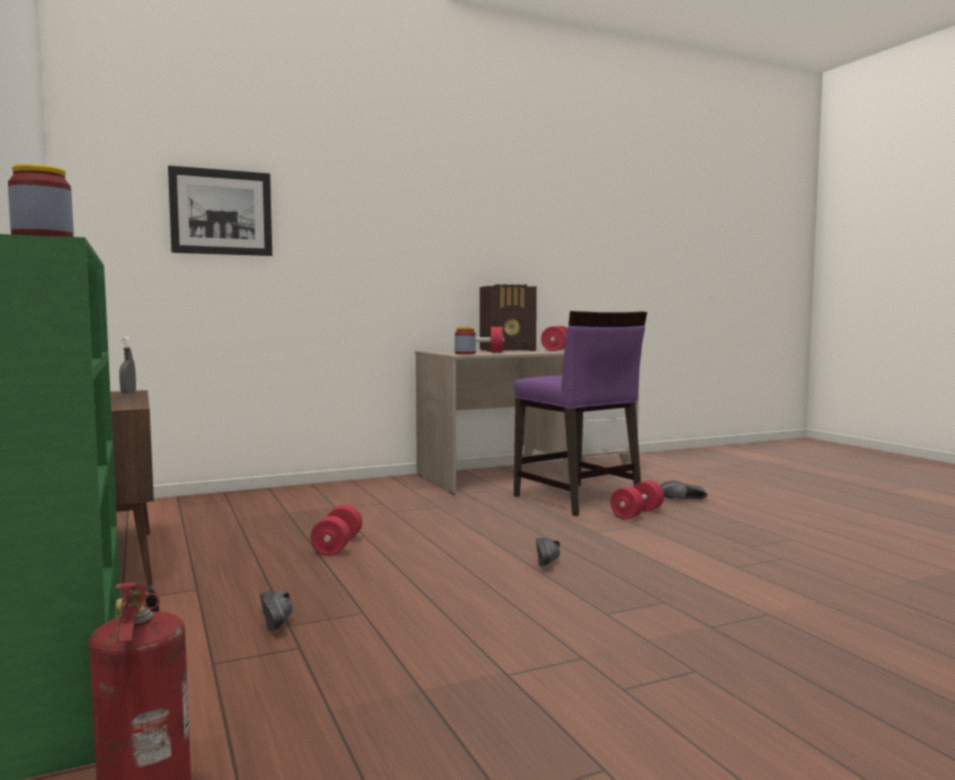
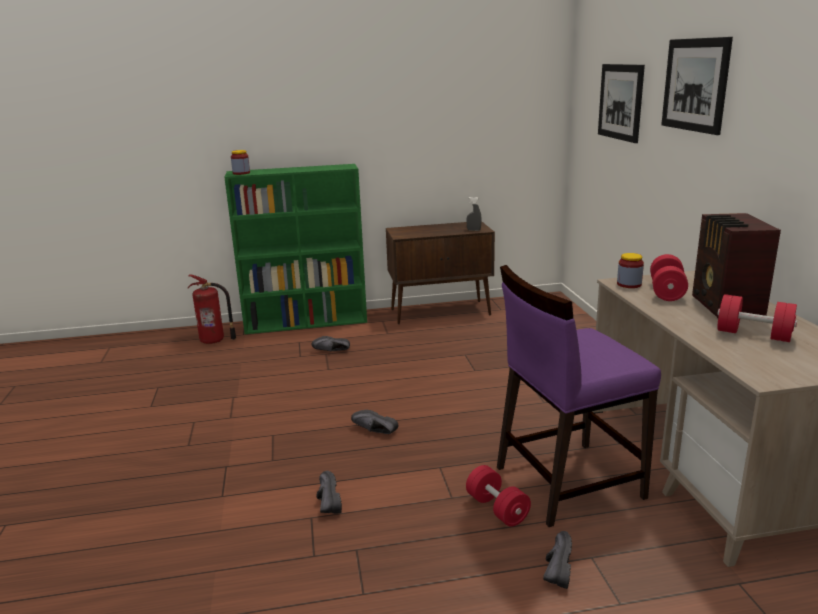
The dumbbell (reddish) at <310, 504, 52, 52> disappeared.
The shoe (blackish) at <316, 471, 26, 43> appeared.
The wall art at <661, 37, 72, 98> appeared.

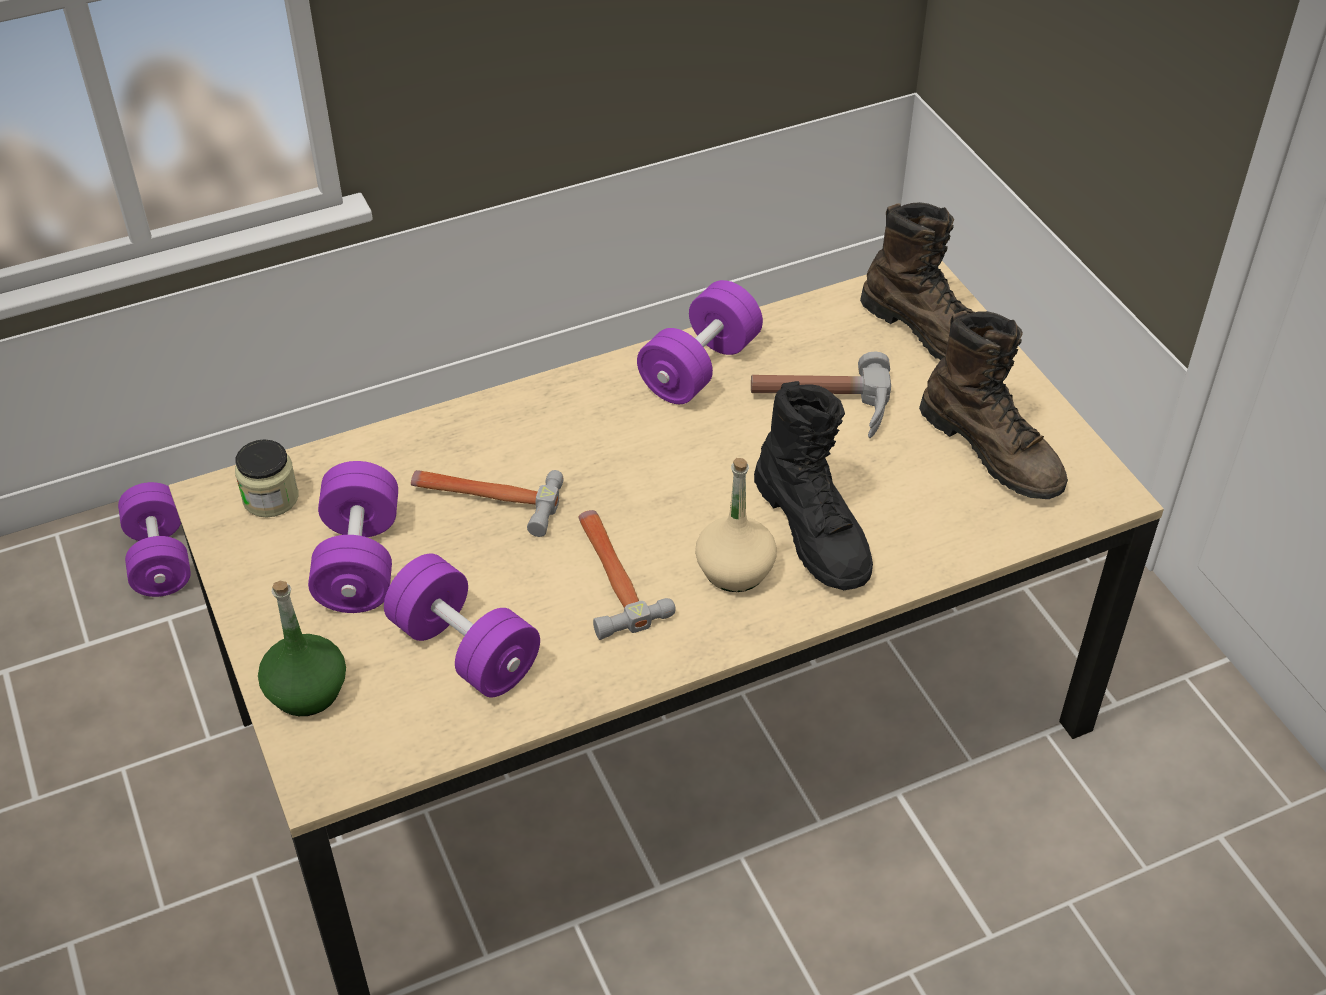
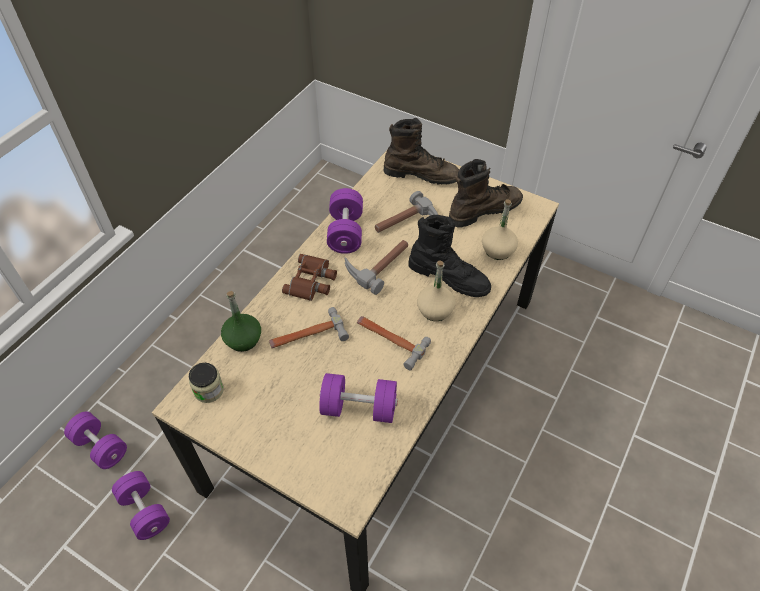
The binoculars (brownish) at <282, 254, 55, 47> appeared.
The hammer at <344, 240, 64, 55> appeared.
The bottle (beige) at <482, 199, 36, 61> appeared.
The bottle (greenish) moved from <258, 581, 88, 135> to <221, 291, 40, 61>.
The dumbbell (purple-coloured) moved from <308, 461, 90, 152> to <112, 471, 58, 69>.
The high-top boot (brownish) at <919, 311, 149, 188> turned 45 degrees counterclockwise.

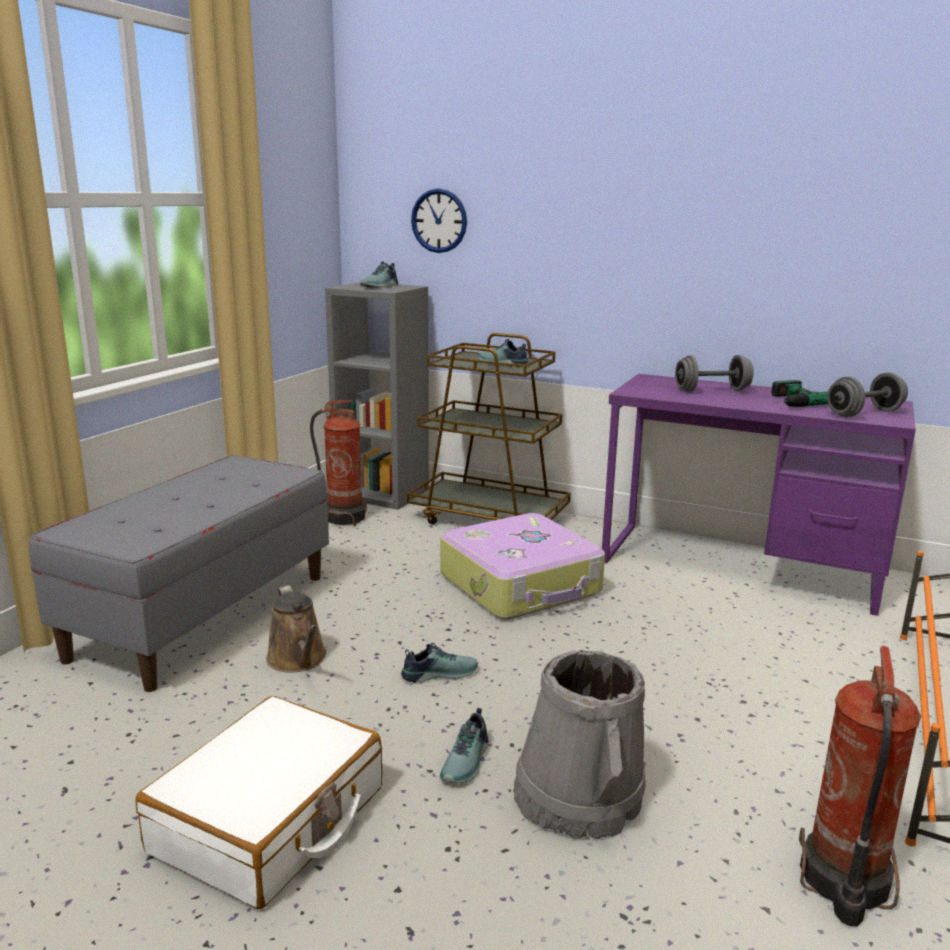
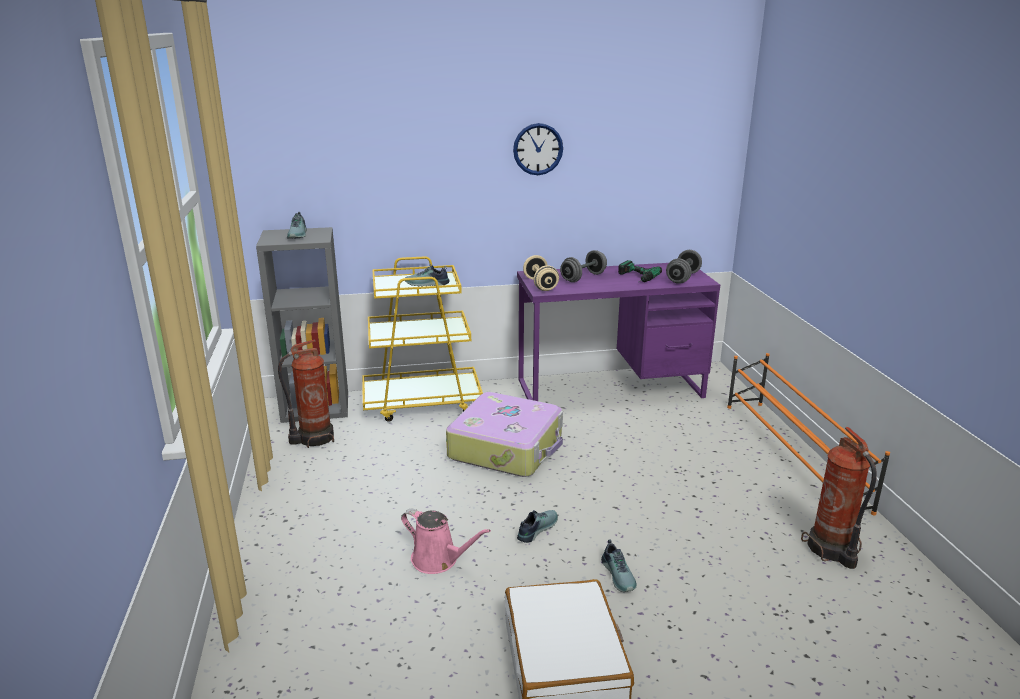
The indoor bench (greyish) at <29, 455, 300, 237> disappeared.
The pail (greyish) at <513, 650, 133, 189> disappeared.
The dumbbell (beige) at <523, 255, 36, 36> appeared.
The clock on the wall moved from <411, 189, 56, 64> to <513, 123, 50, 52>.
The watering pot (brownish) at <266, 585, 60, 88> became the watering pot (pink) at <401, 509, 90, 65>.
The cart (brownish) at <407, 333, 164, 192> became the cart (yellowish) at <362, 256, 121, 166>.

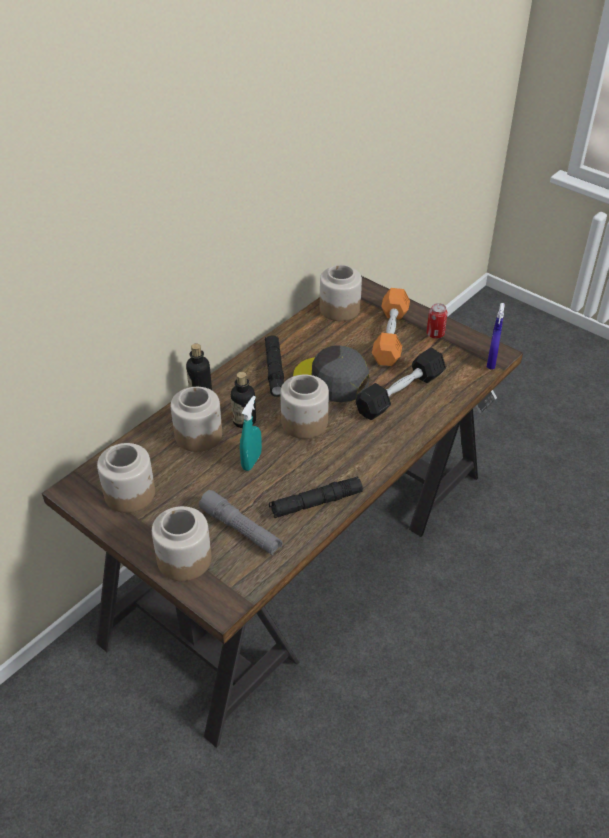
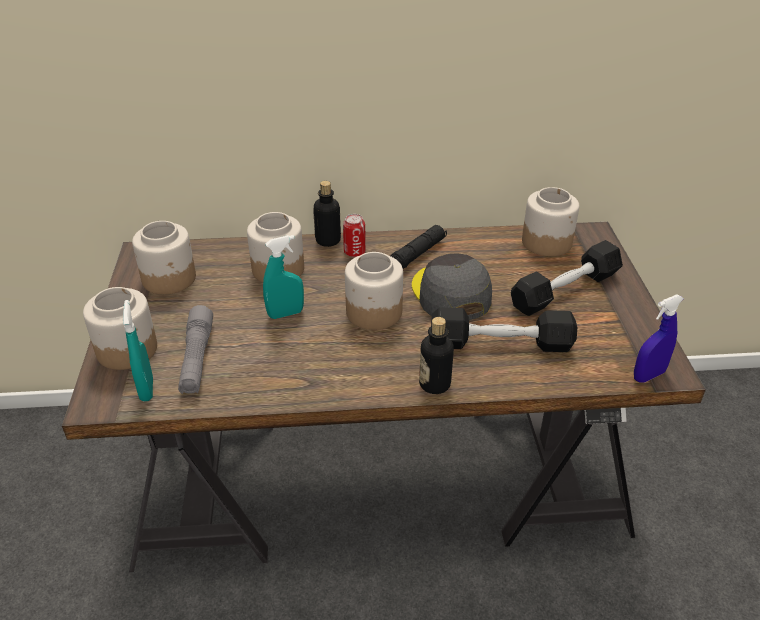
The hand torch (blackish) at <269, 477, 94, 41> disappeared.
The sprayer (turquoise) at <123, 300, 30, 101> appeared.
The bottle moved from <231, 372, 25, 56> to <419, 317, 35, 77>.
The metal can moved from <427, 303, 20, 36> to <343, 214, 23, 43>.
The dumbbell (orangey) at <372, 288, 38, 78> became the dumbbell (blackish) at <511, 240, 112, 76>.

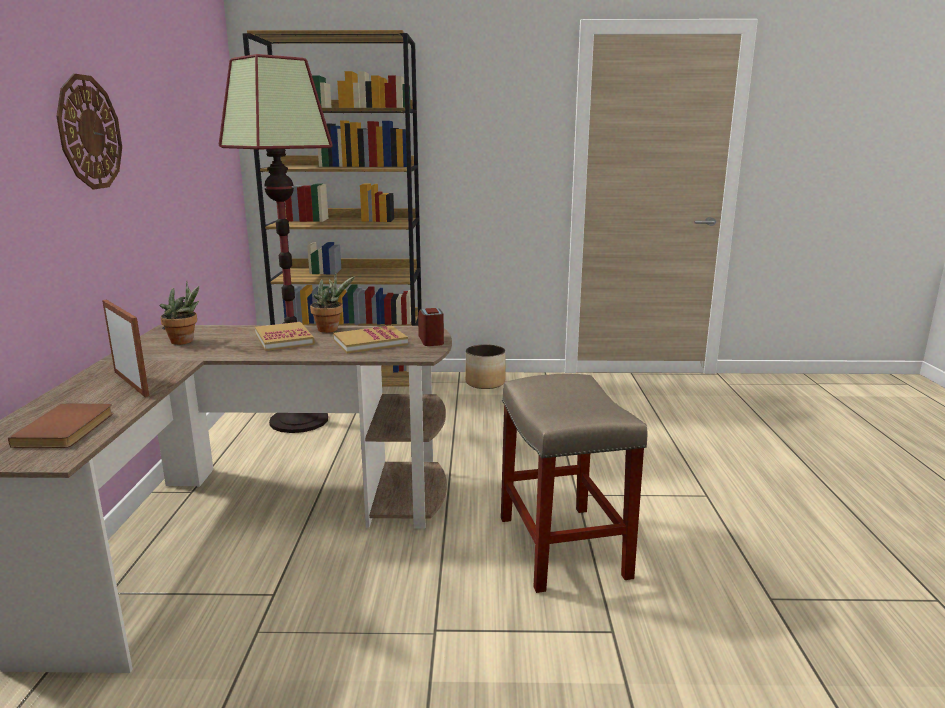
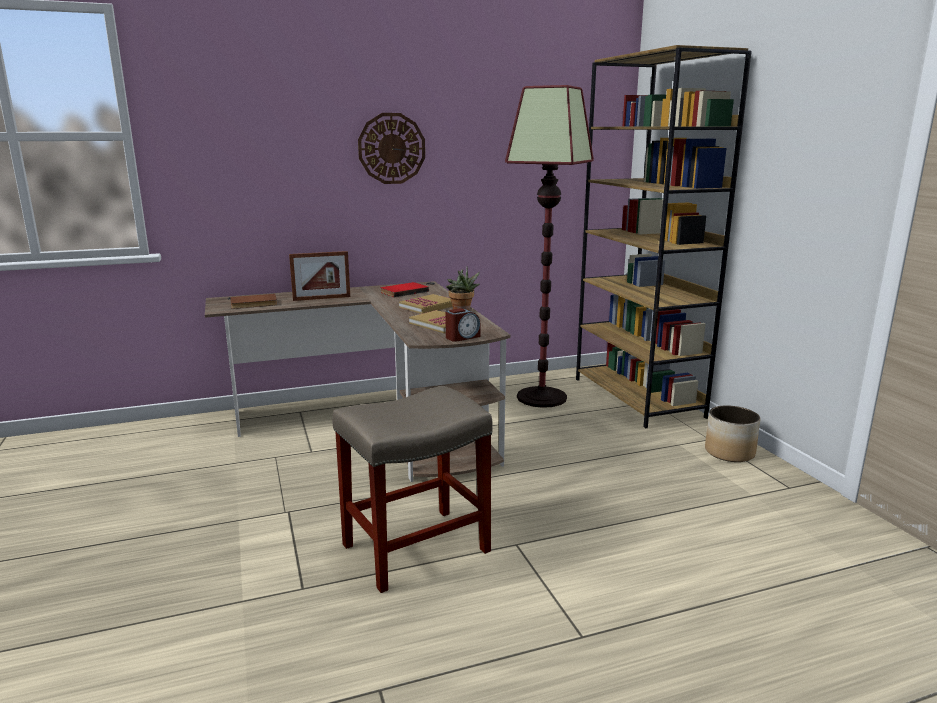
The plant in a pot at <159, 281, 40, 64> was replaced by the book (reddish) at <381, 282, 48, 15>.
The photo frame at <102, 300, 47, 97> turned 45 degrees clockwise.

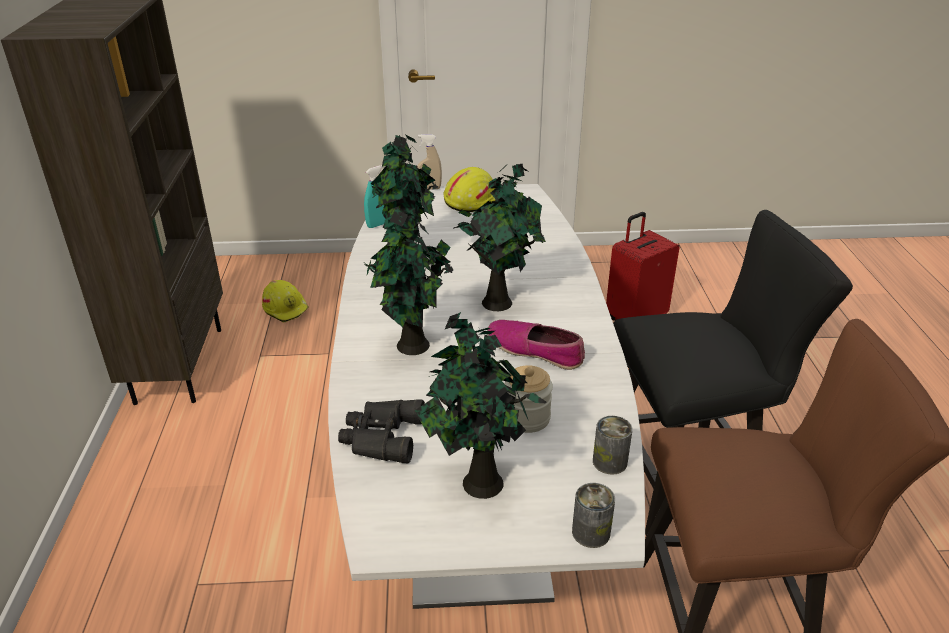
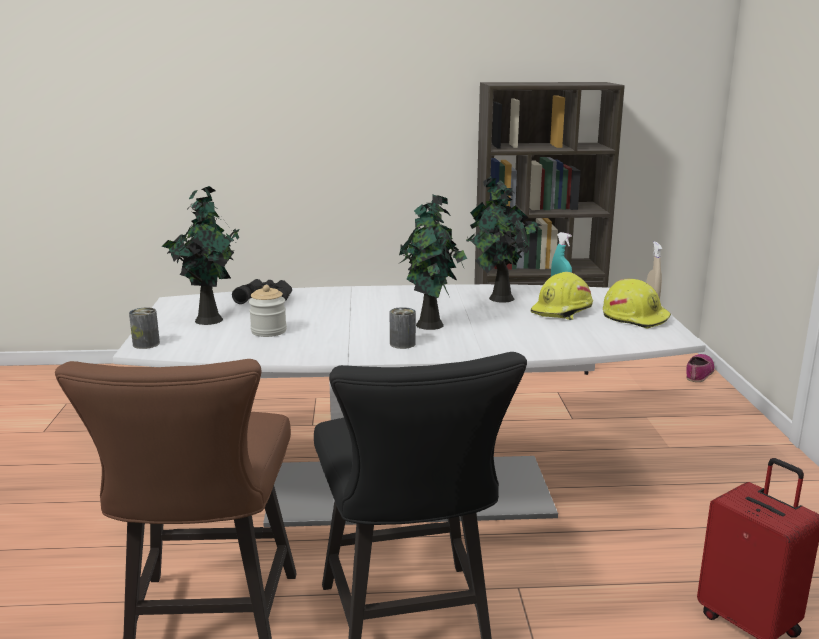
The plant in a pot at <365, 209, 88, 146> disappeared.
The hard hat (yellowish) moved from <262, 280, 47, 42> to <531, 272, 62, 48>.
The shoe moved from <487, 320, 98, 50> to <686, 354, 29, 28>.
The metal can moved from <593, 416, 39, 58> to <390, 307, 26, 42>.

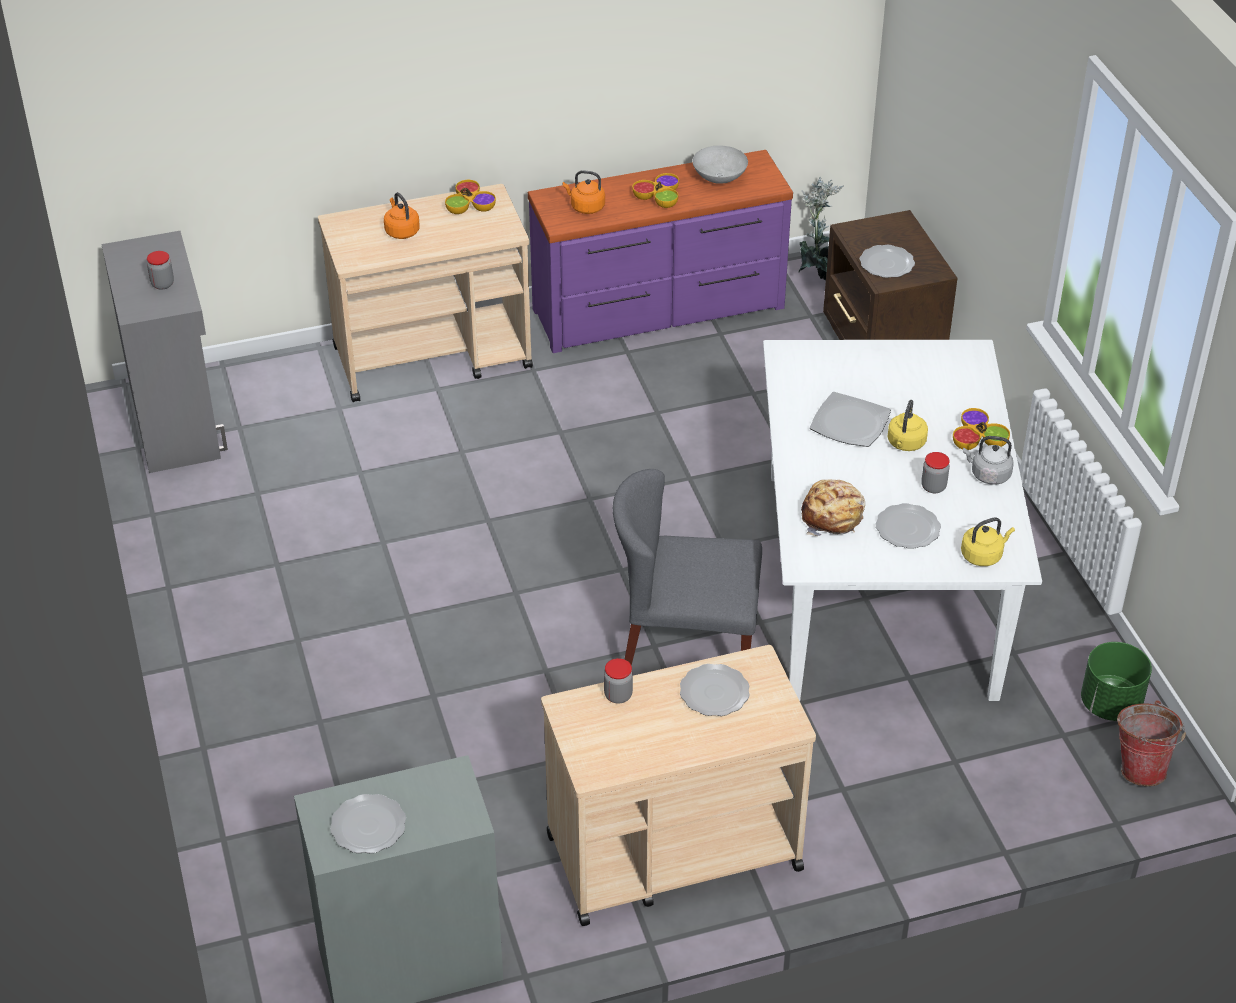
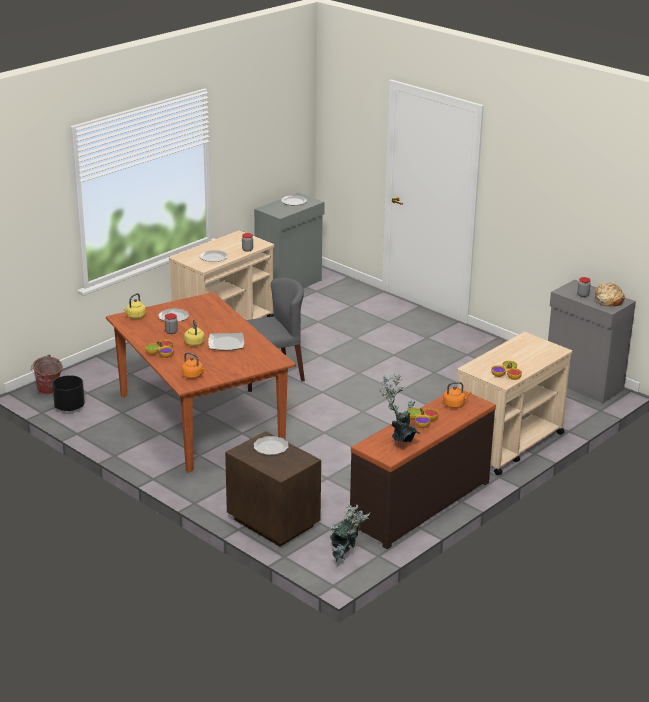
The tea kettle (greyish) at <963, 436, 51, 49> disappeared.
The tea kettle (orangey) moved from <384, 192, 36, 47> to <182, 352, 23, 27>.
The bakery bread moved from <801, 479, 64, 57> to <595, 282, 30, 24>.
The serving bowl (greyish) at <692, 146, 56, 38> was replaced by the plant in a pot at <379, 373, 41, 70>.
The chest of drawers (purple-coloured) at <528, 150, 265, 203> became the chest of drawers (brownish) at <350, 388, 146, 161>.
The kitchen table (white) at <763, 340, 279, 361> became the kitchen table (brownish) at <106, 292, 190, 181>.
The plant pot (greenish) at <1081, 642, 71, 79> became the plant pot (blackish) at <52, 375, 33, 36>.

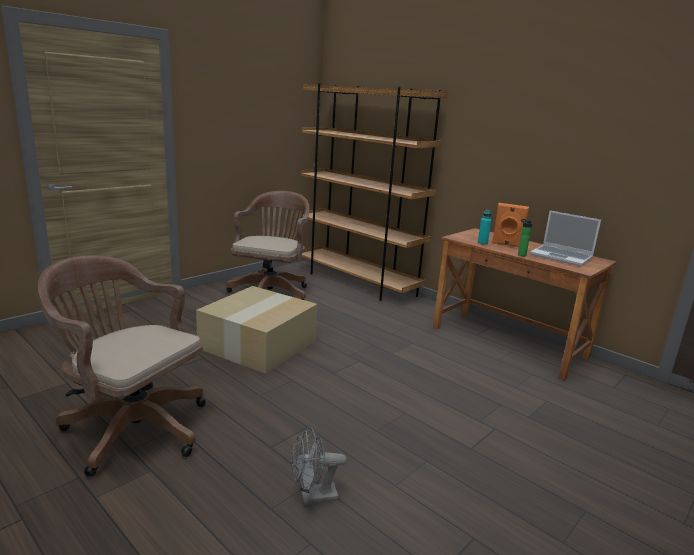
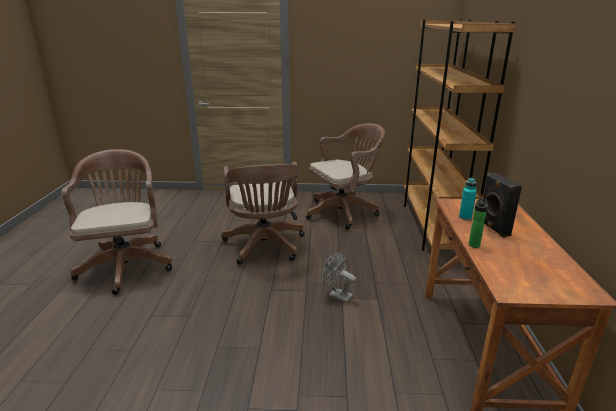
The portable computer at <530, 211, 71, 55> disappeared.
The electric fan (greyish) moved from <291, 427, 56, 78> to <321, 252, 35, 51>.
The packing box at <196, 286, 121, 88> was replaced by the computer chair (brownish) at <221, 162, 84, 103>.
The audio speaker (orangey) at <492, 203, 37, 45> became the audio speaker (blackish) at <483, 172, 39, 66>.

